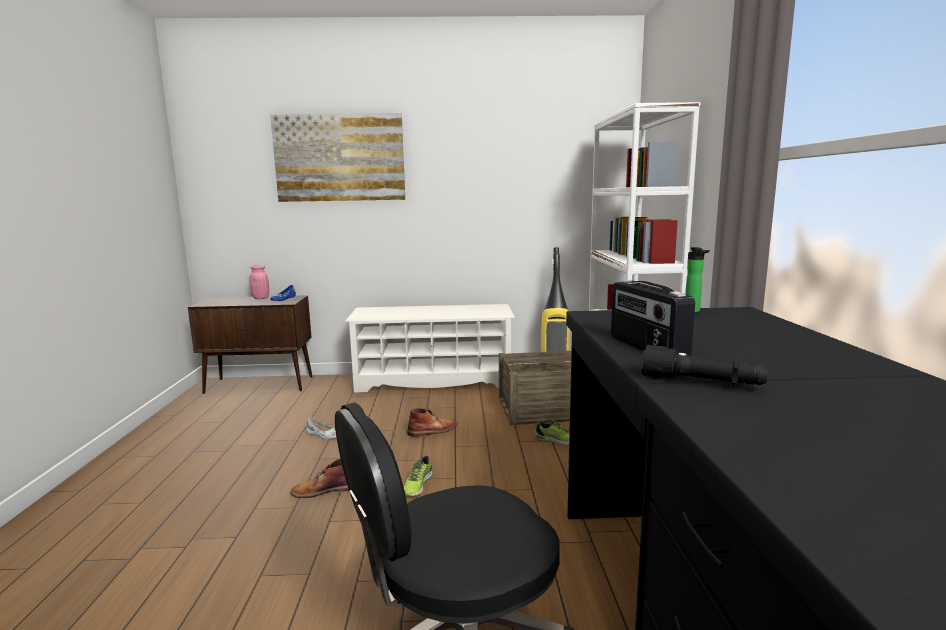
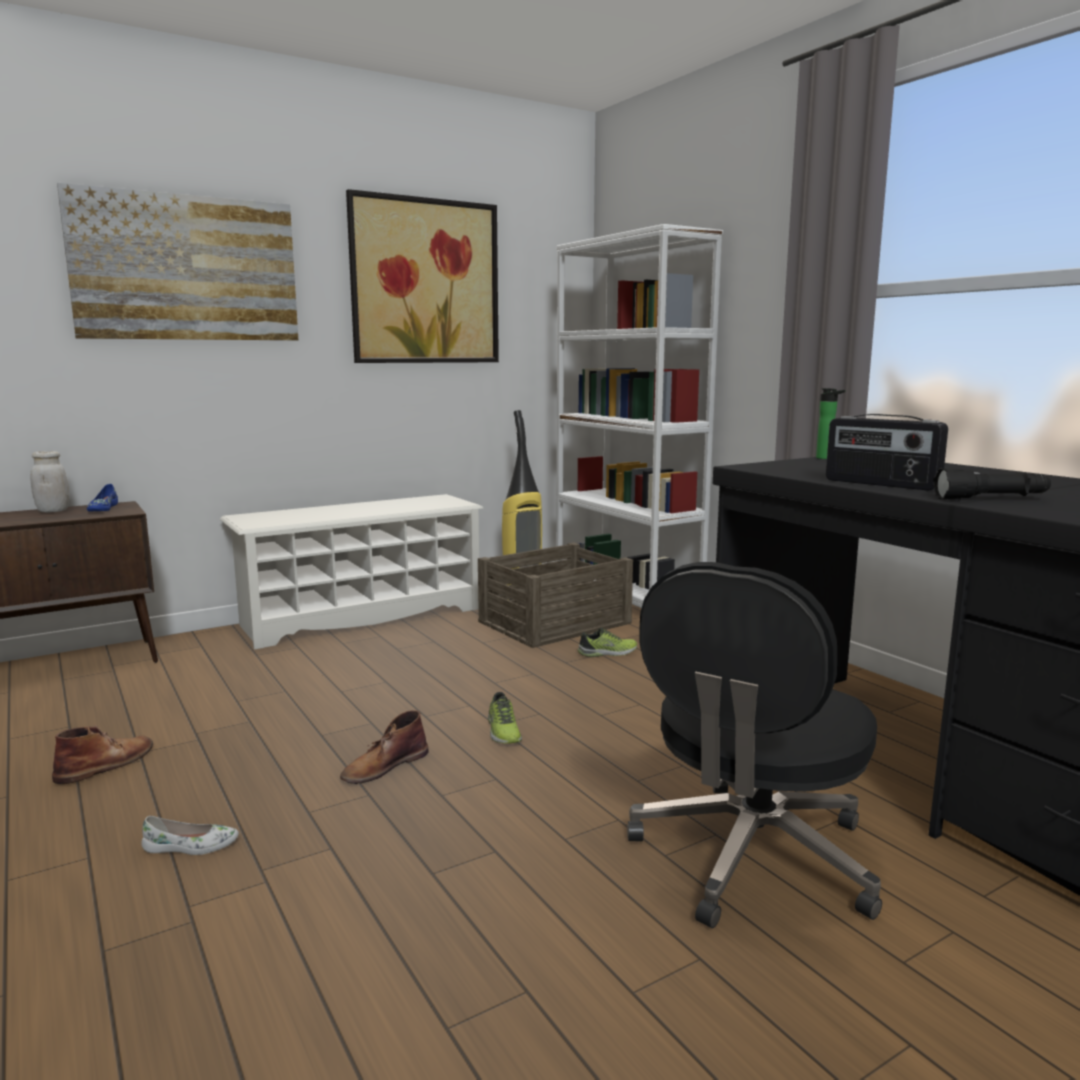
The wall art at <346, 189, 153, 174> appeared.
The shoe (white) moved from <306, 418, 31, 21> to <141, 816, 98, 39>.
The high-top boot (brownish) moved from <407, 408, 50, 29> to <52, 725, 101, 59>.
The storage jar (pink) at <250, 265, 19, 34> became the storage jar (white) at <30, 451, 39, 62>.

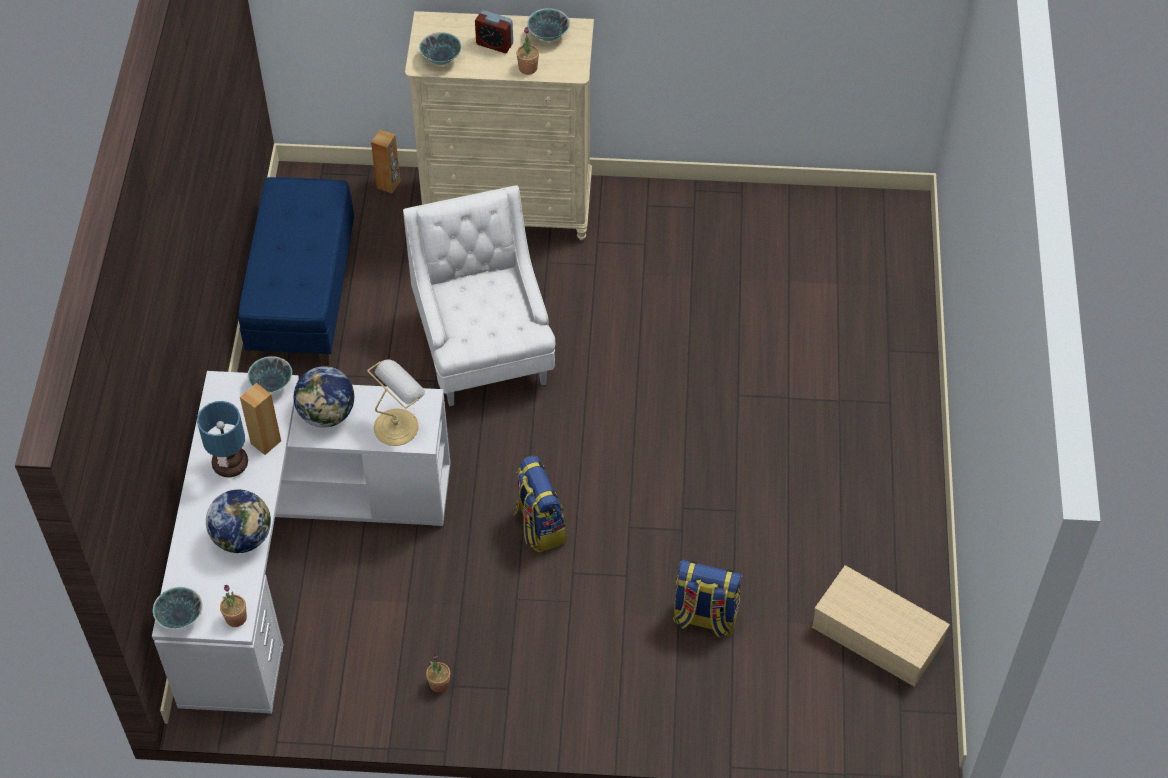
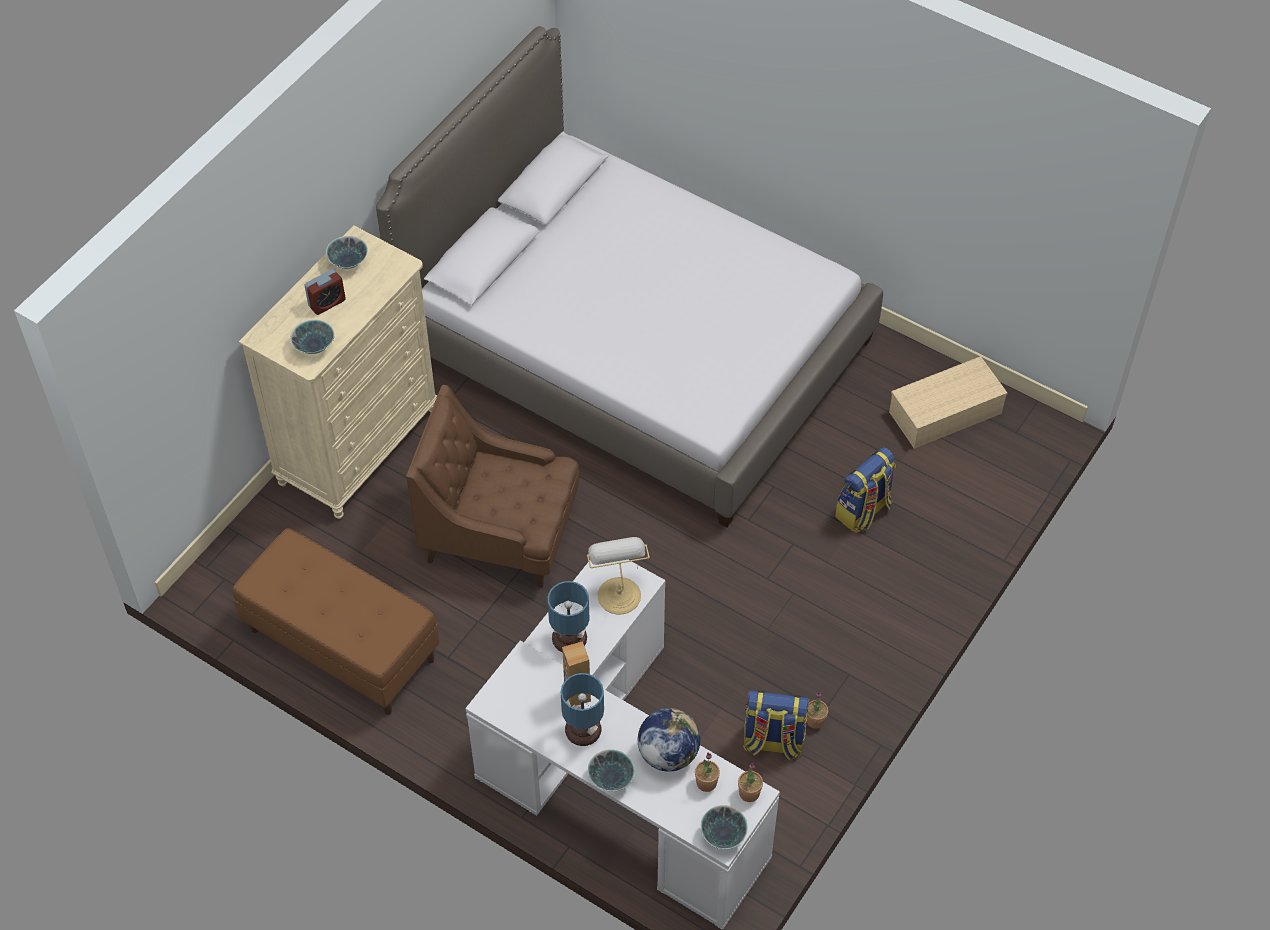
The audio speaker (brownish) at <371, 130, 30, 63> disappeared.
The bed at <376, 26, 507, 502> appeared.
The serving bowl moved from <247, 356, 45, 37> to <588, 750, 47, 42>.
The knapsack moved from <514, 455, 53, 98> to <743, 690, 67, 70>.
The plant in a pot moved from <516, 27, 23, 48> to <695, 753, 25, 39>.
The globe at <294, 366, 60, 62> was replaced by the tabletop lamp at <548, 581, 42, 71>.
The indoor bench (bluish) at <238, 177, 116, 190> became the indoor bench (brownish) at <233, 528, 206, 187>.
The easy chair (white) at <403, 185, 152, 221> became the easy chair (brownish) at <406, 385, 173, 203>.

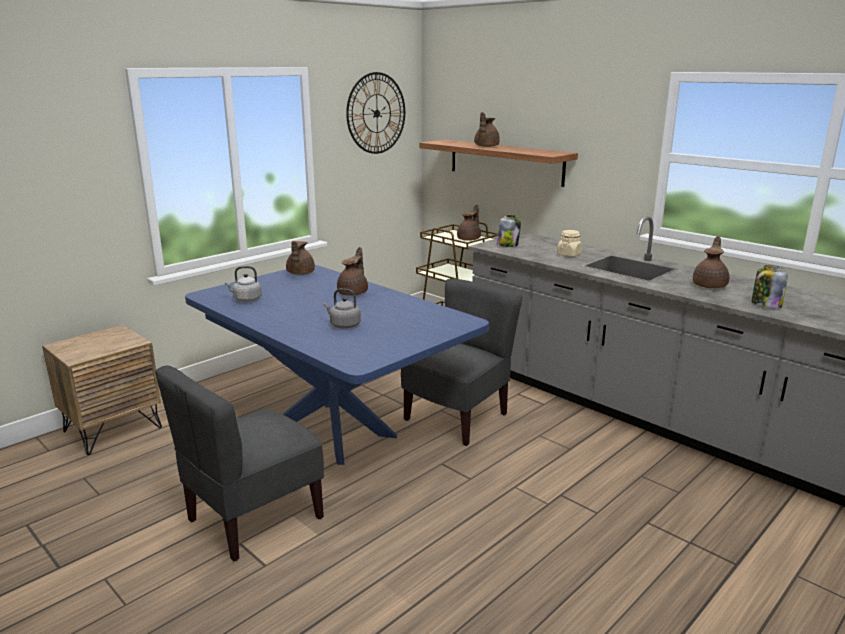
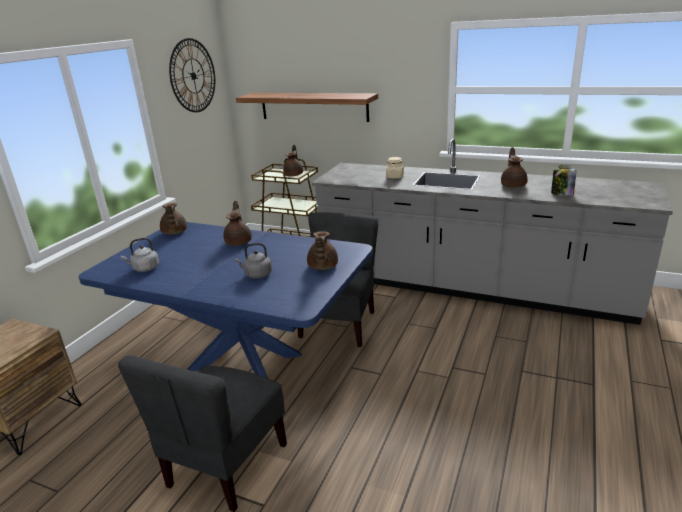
The storage jar at <497, 215, 24, 32> disappeared.
The pot for tea (brownish) moved from <474, 112, 26, 35> to <307, 231, 31, 39>.

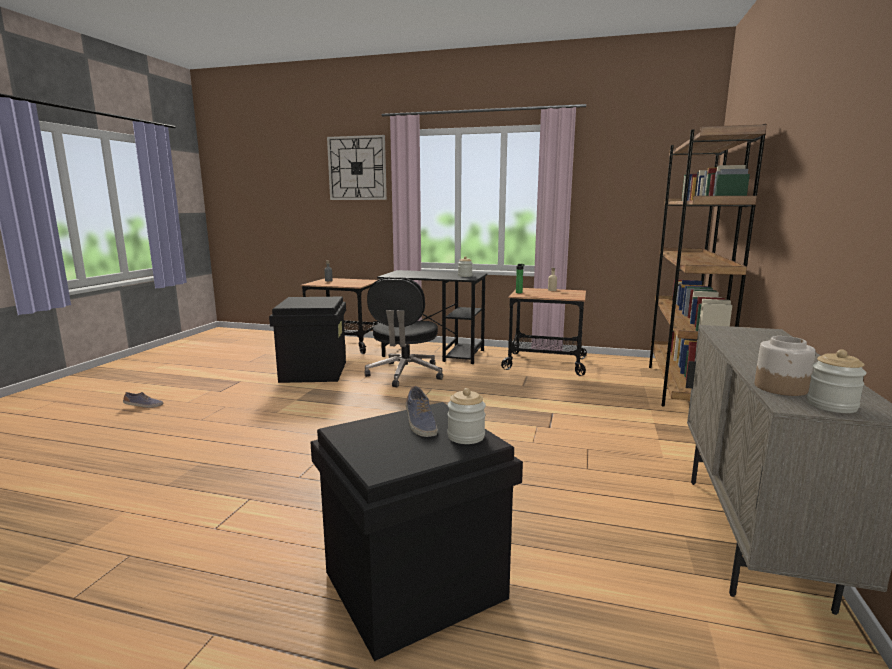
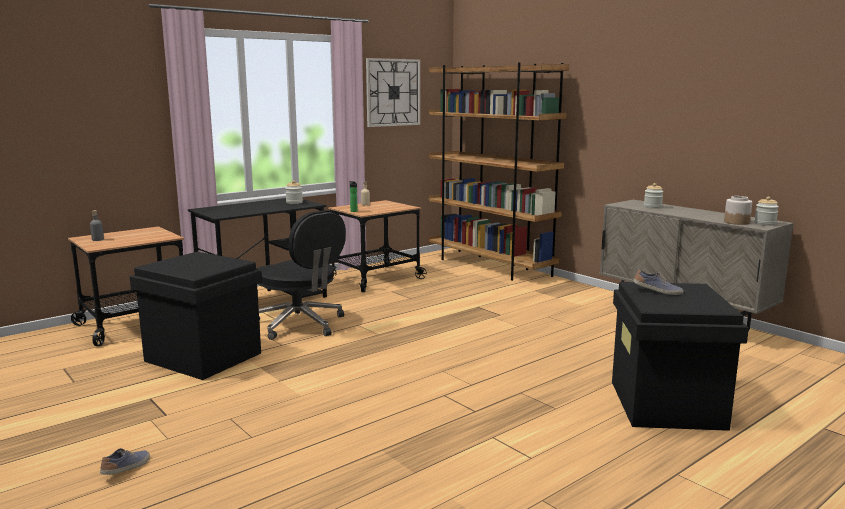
The clock on the wall moved from <327, 135, 60, 65> to <366, 58, 54, 69>.
The storage jar moved from <447, 388, 39, 56> to <644, 183, 20, 26>.

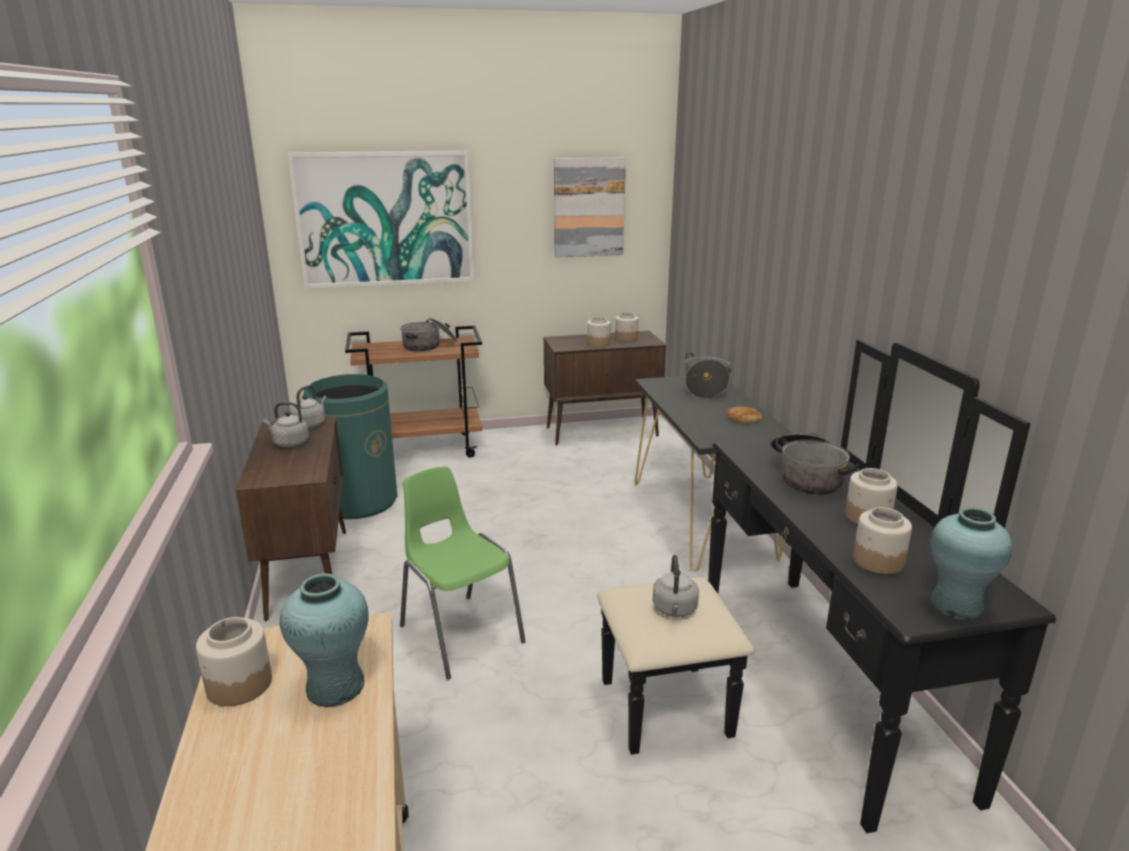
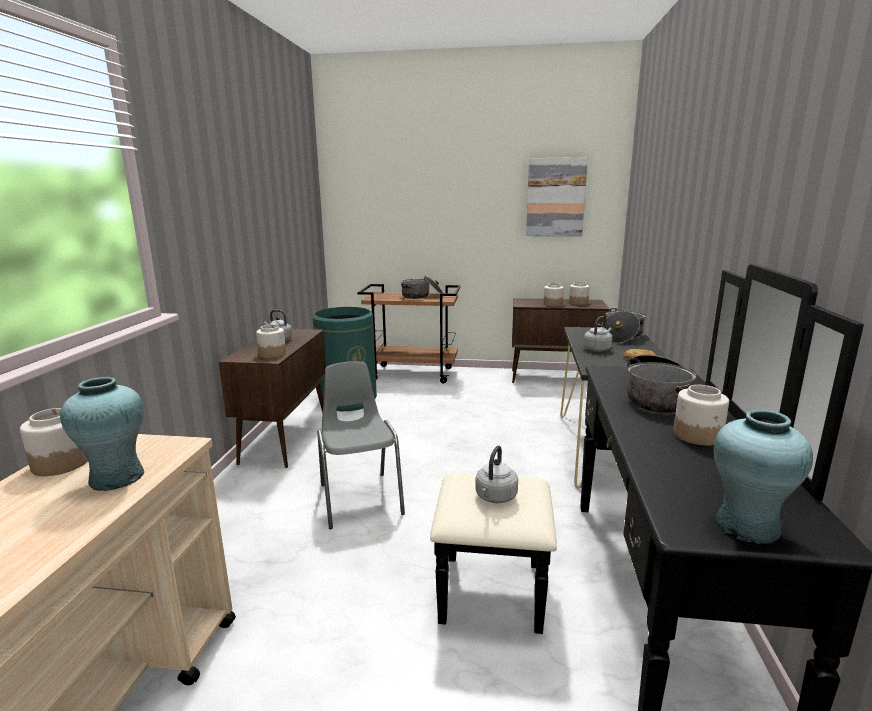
The wall art at <287, 151, 187, 138> disappeared.
The tea kettle (greyish) moved from <289, 385, 38, 43> to <583, 316, 30, 36>.
The storage jar moved from <853, 507, 59, 67> to <256, 325, 30, 33>.
The upright chair (greenish) at <400, 466, 126, 214> became the upright chair (greyish) at <317, 361, 88, 168>.

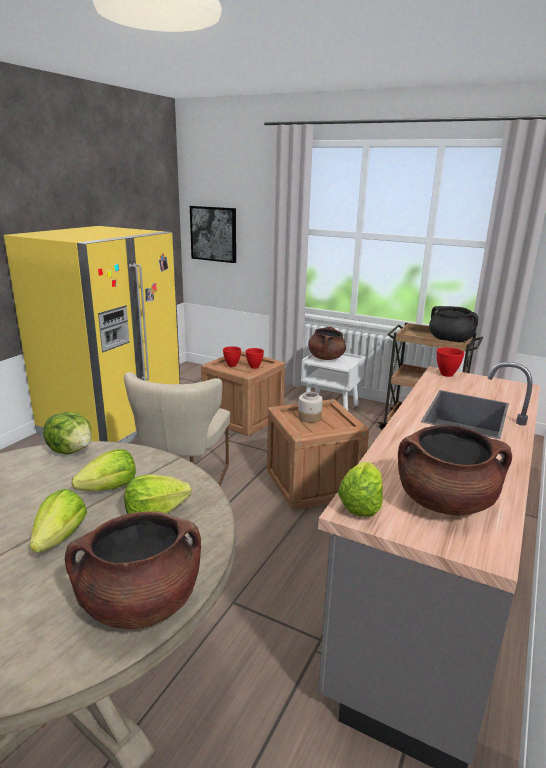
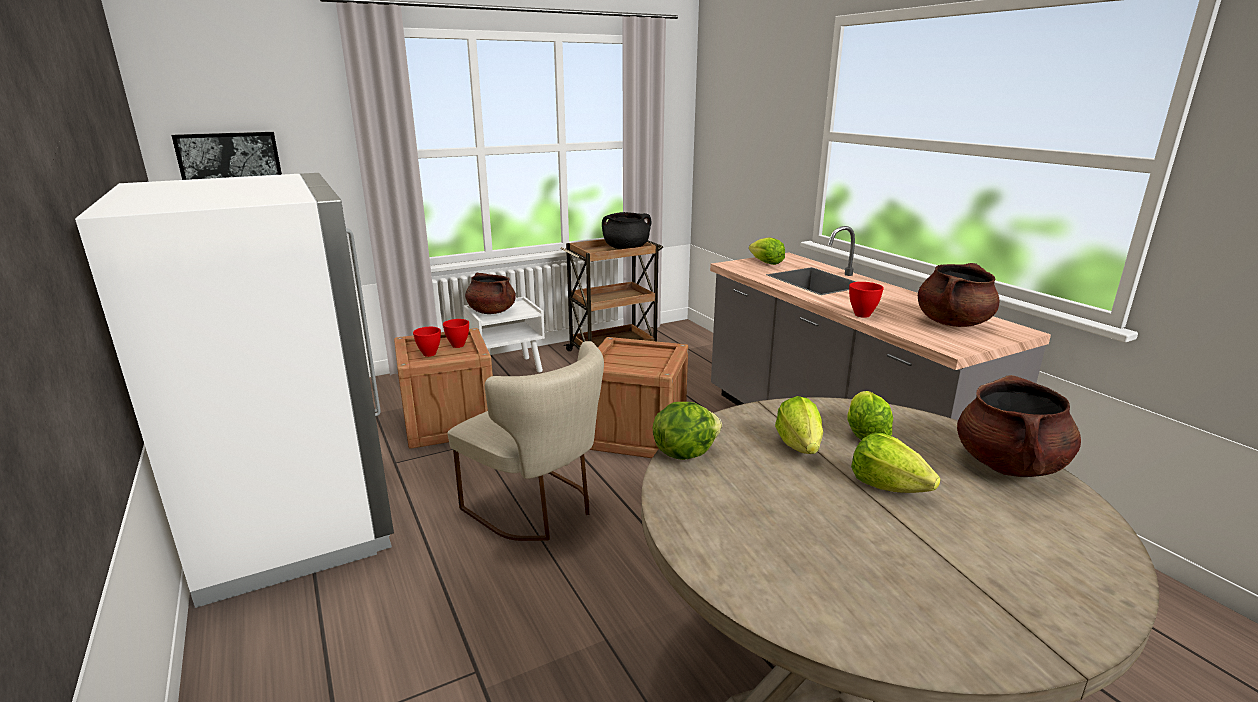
The storage jar at <298, 392, 25, 31> disappeared.
The head of lettuce moved from <338, 462, 45, 55> to <749, 237, 36, 28>.
The serving bowl (reddish) moved from <437, 347, 28, 30> to <849, 282, 35, 36>.
The fridge (yellowish) at <4, 226, 176, 217> became the fridge (white) at <75, 173, 319, 435>.

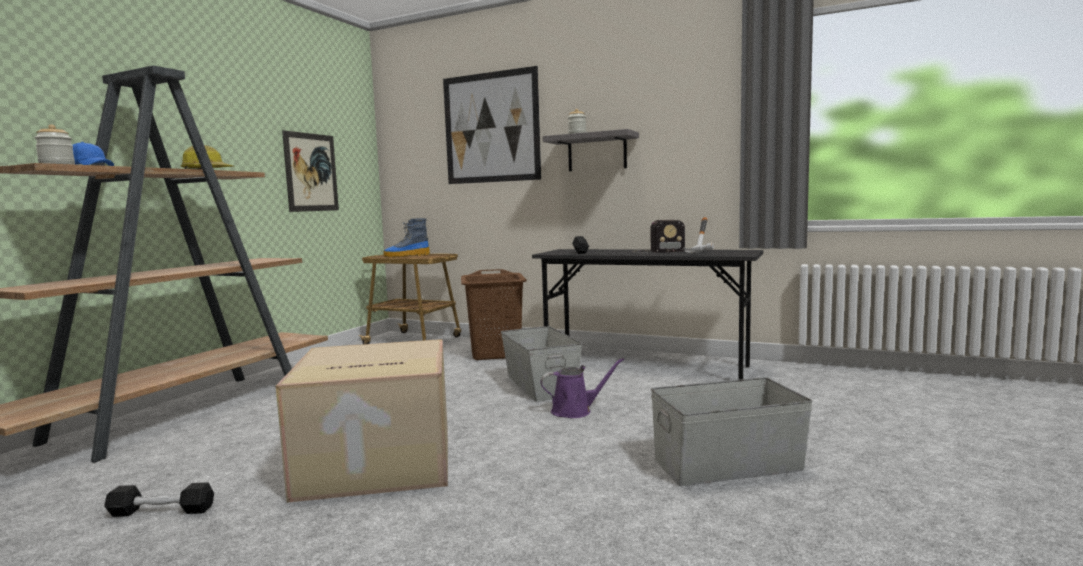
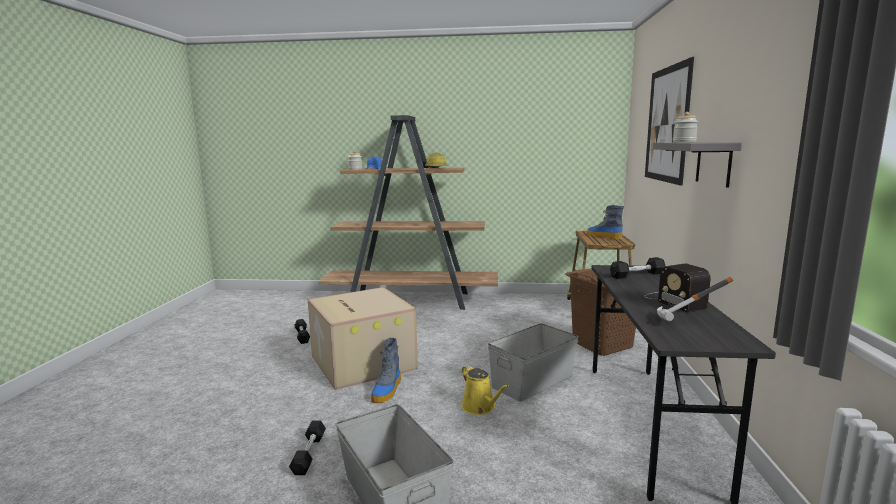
The wall art at <282, 130, 57, 82> disappeared.
The dumbbell (blackish) at <289, 420, 37, 55> appeared.
The high-top boot at <371, 338, 30, 65> appeared.
The watering pot (purple-coloured) at <540, 358, 84, 60> became the watering pot (yellowish) at <462, 365, 47, 50>.

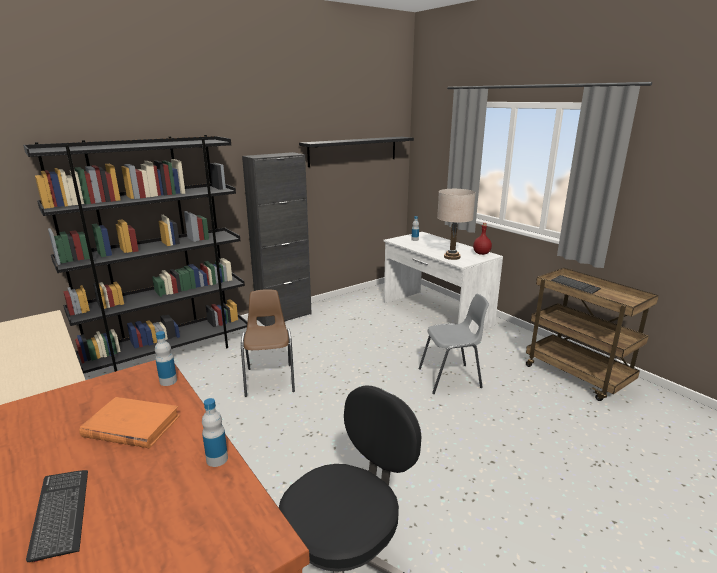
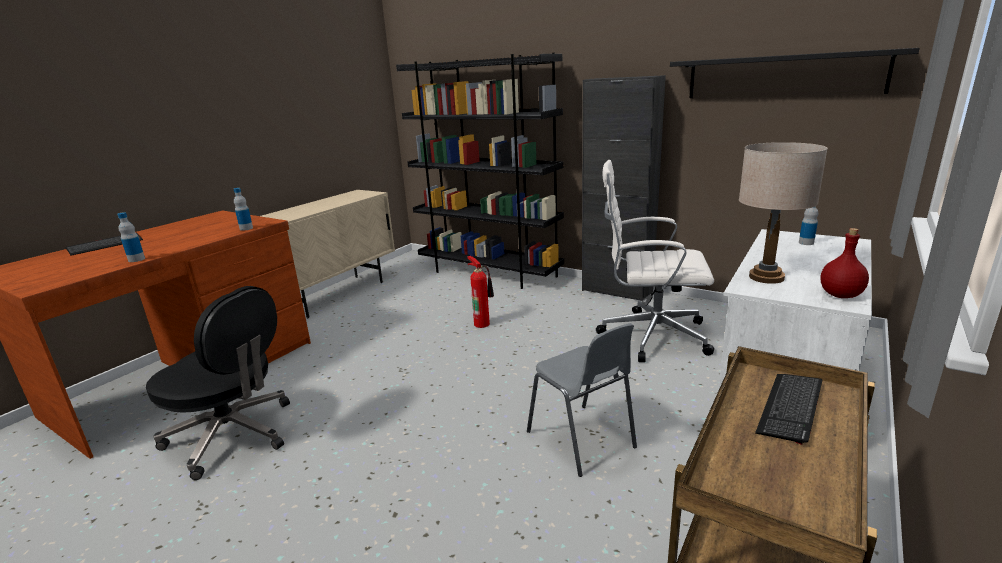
The book (orangey) at <79, 397, 101, 52> disappeared.
The computer chair (white) at <596, 160, 118, 202> appeared.
The upright chair (brownish) at <241, 289, 54, 108> was replaced by the fire extinguisher at <468, 256, 26, 72>.

